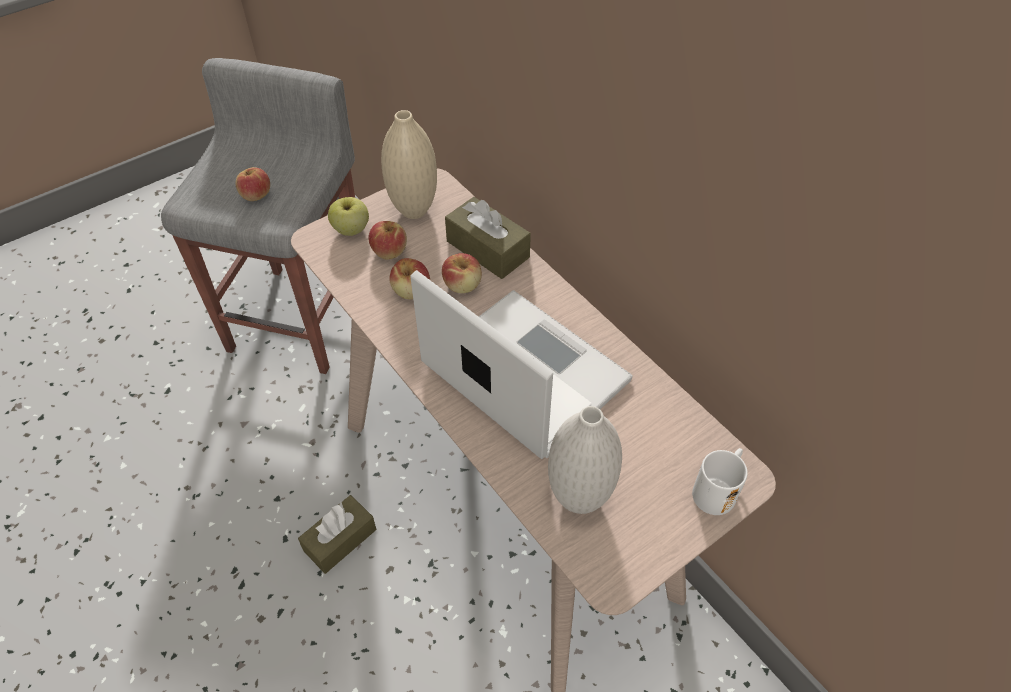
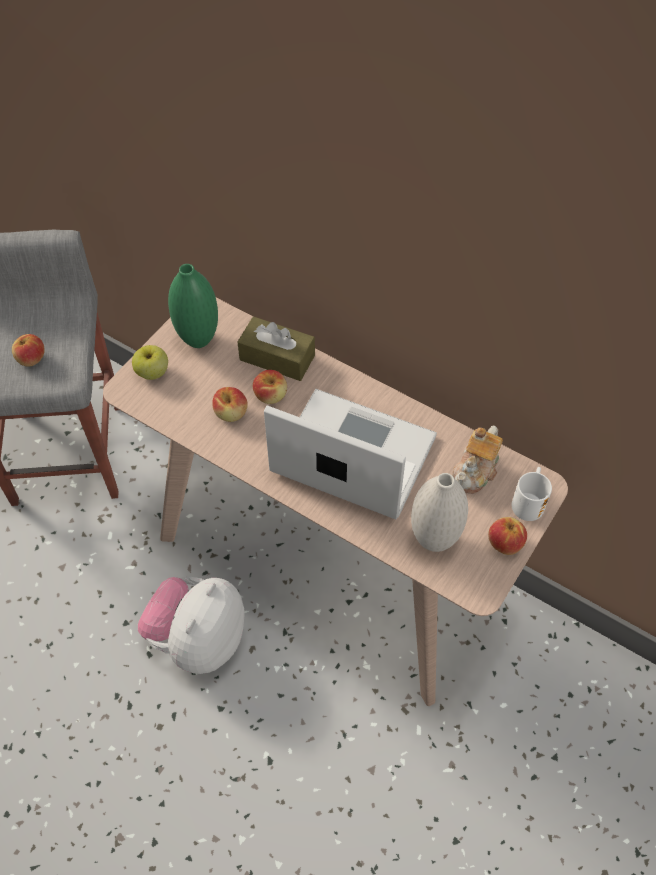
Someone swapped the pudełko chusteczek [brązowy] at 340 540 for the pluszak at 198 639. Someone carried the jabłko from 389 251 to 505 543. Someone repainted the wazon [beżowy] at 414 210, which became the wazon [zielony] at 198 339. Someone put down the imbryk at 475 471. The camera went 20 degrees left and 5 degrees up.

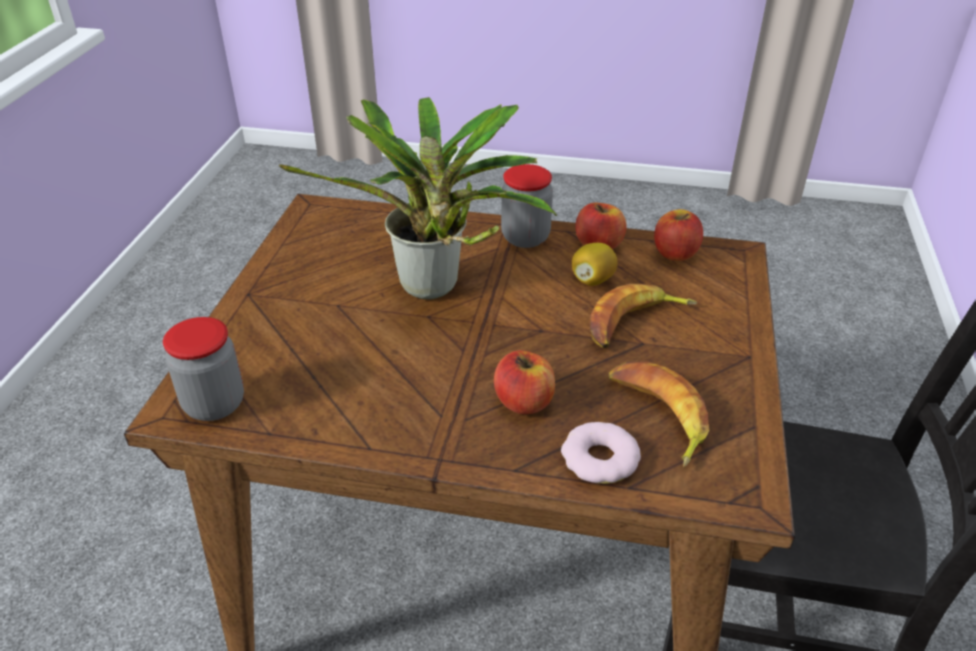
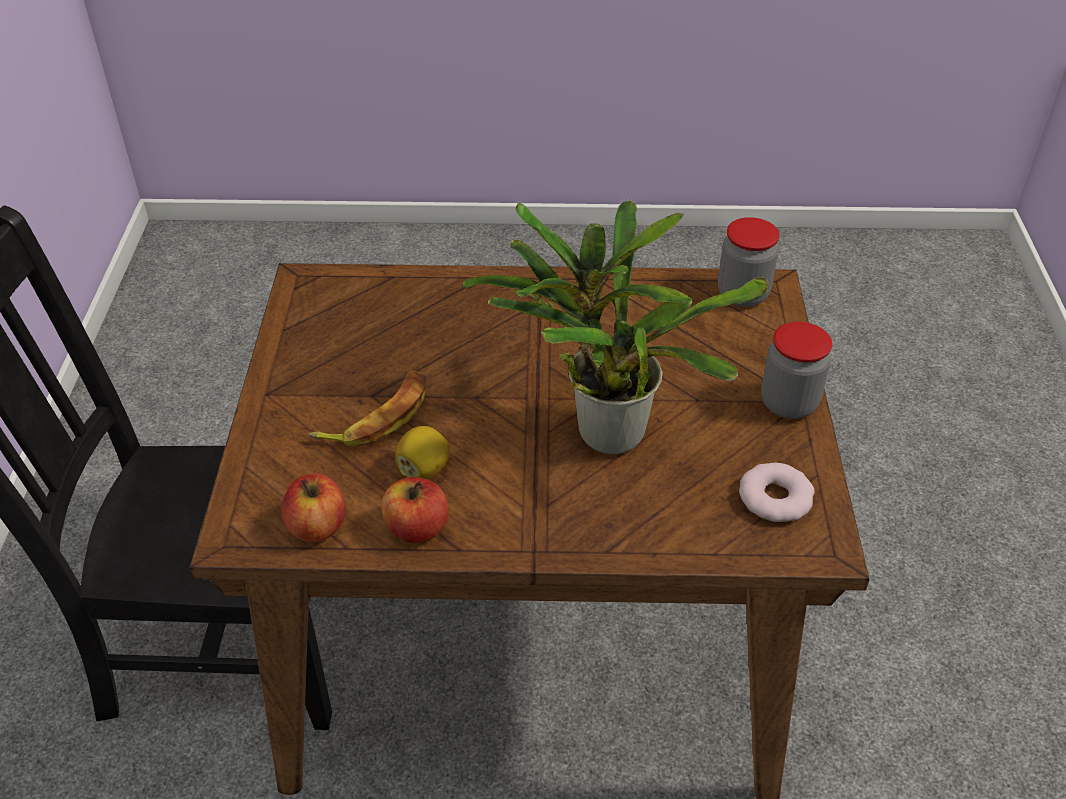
Someone took away the jabłko at 524 402. Someone carried the słoik from 525 237 to 788 403. Someone carried the donut from 600 459 to 775 498. Someone took away the banan at 657 416. The camera went 170 degrees right and 5 degrees up.

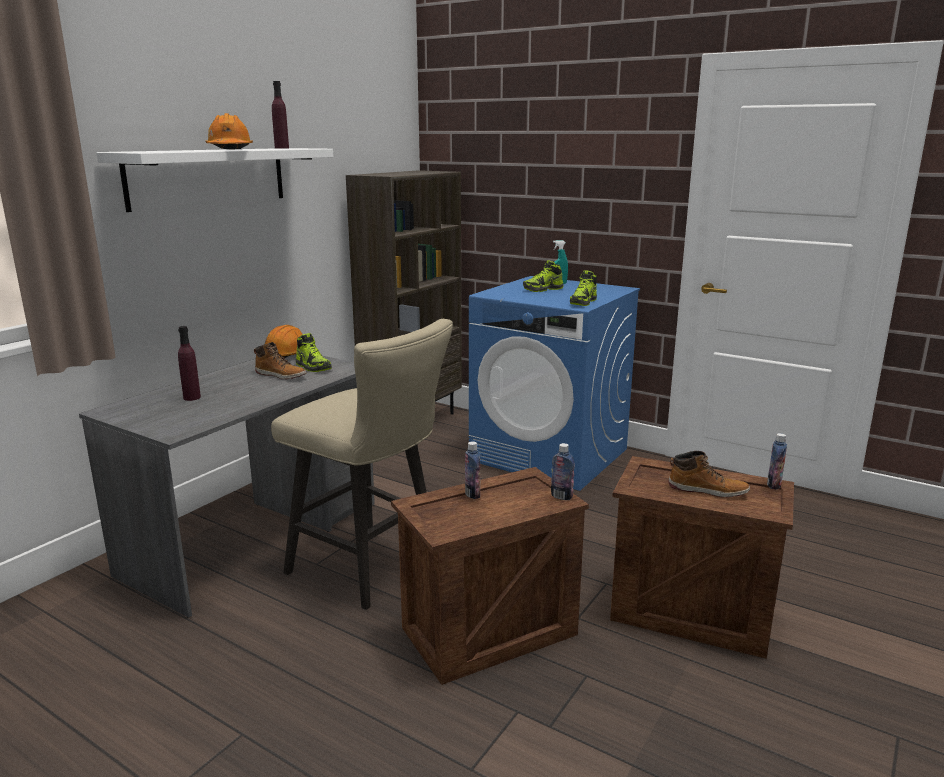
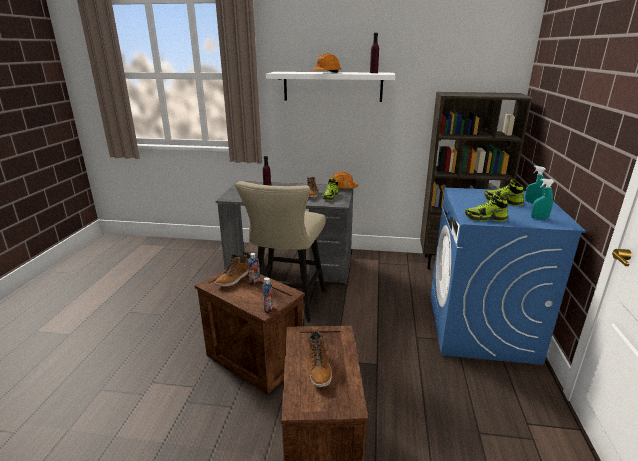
Someone took away the butelka at 773 485. Someone put down the but z cholewką at 233 279. Someone put down the spryskiwacz [turkusowy] at 539 218. The camera went 65 degrees right and 5 degrees up.

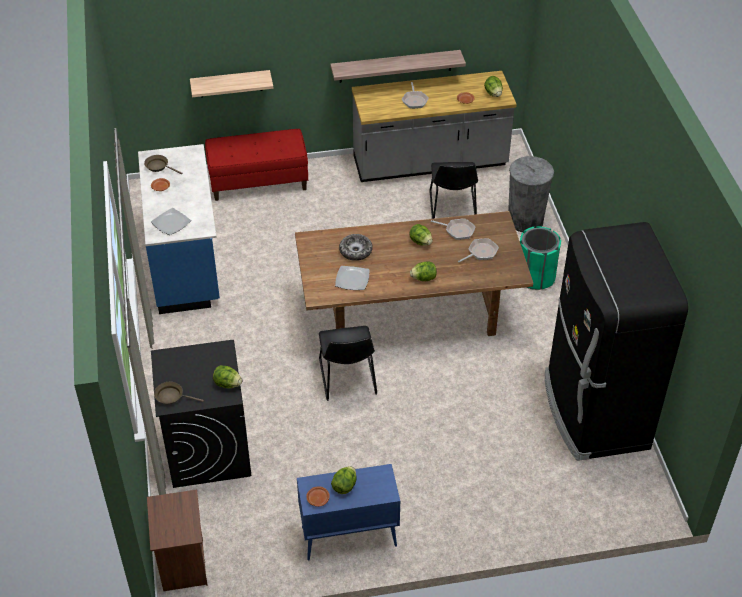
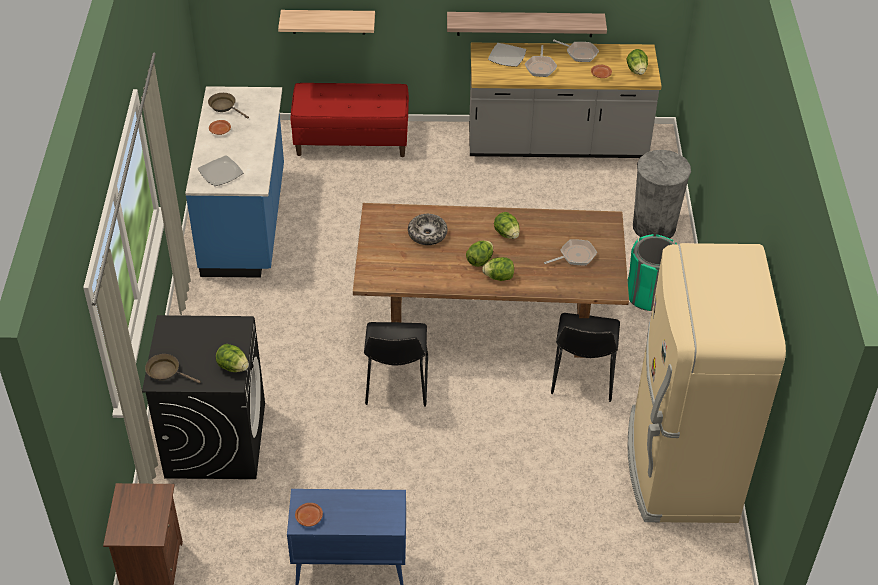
Someone carried the sałata from 344 486 to 480 261. Someone carried the talerz from 352 279 to 507 57. Someone carried the krzesło [czarny] from 452 209 to 583 376. Someone carried the patelnia from 458 230 to 580 53. Someone repainted the lodówka [czarny] at 594 412, which became the lodówka [beżowy] at 680 467. The camera went 10 degrees right and 0 degrees up.

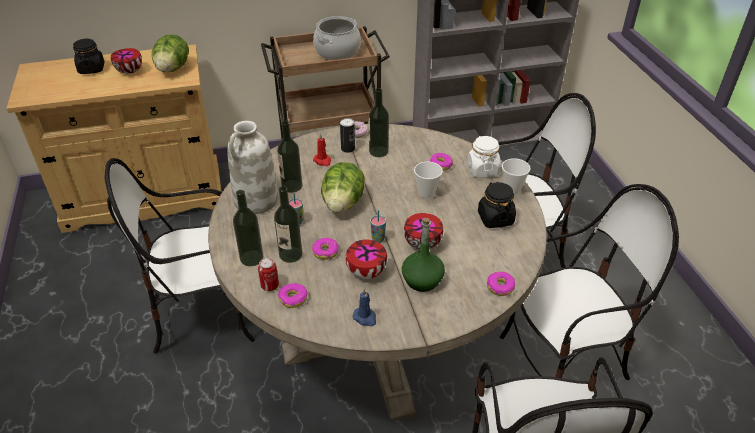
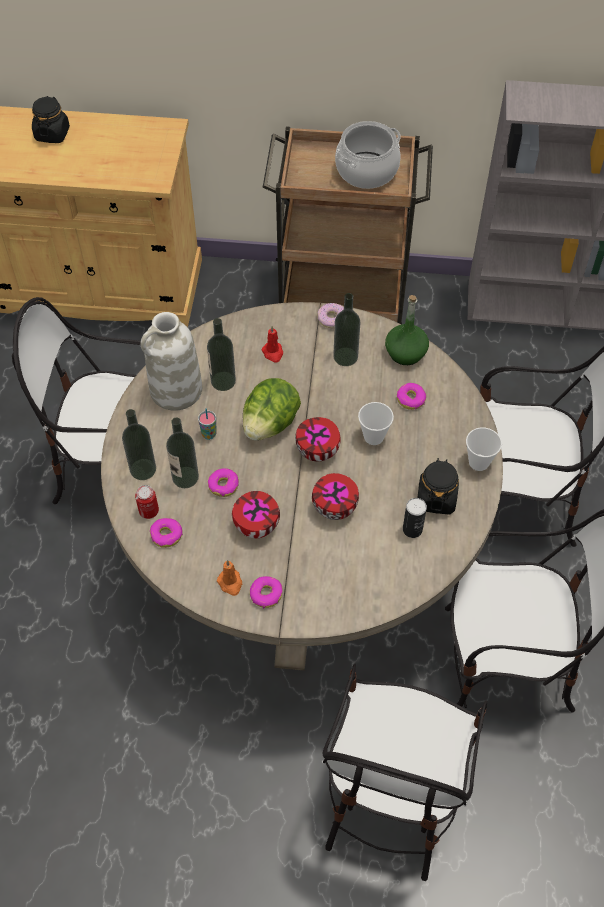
Someone carried the miska from 130 71 to 318 451. Someone took away the sałata at 173 69. Someone carried the puszka from 348 148 to 412 529. Someone repainted the świeca [niebieski] at 365 318, which became the świeca [pomarańczowy] at 230 583. Someone took away the filiżanka at 378 239. Someone carried the butelka [zielony] from 422 280 to 405 353. Someone took away the słoik [biały] at 482 170. Someone carried the donut from 500 287 to 266 594. The camera went 20 degrees right and 15 degrees up.

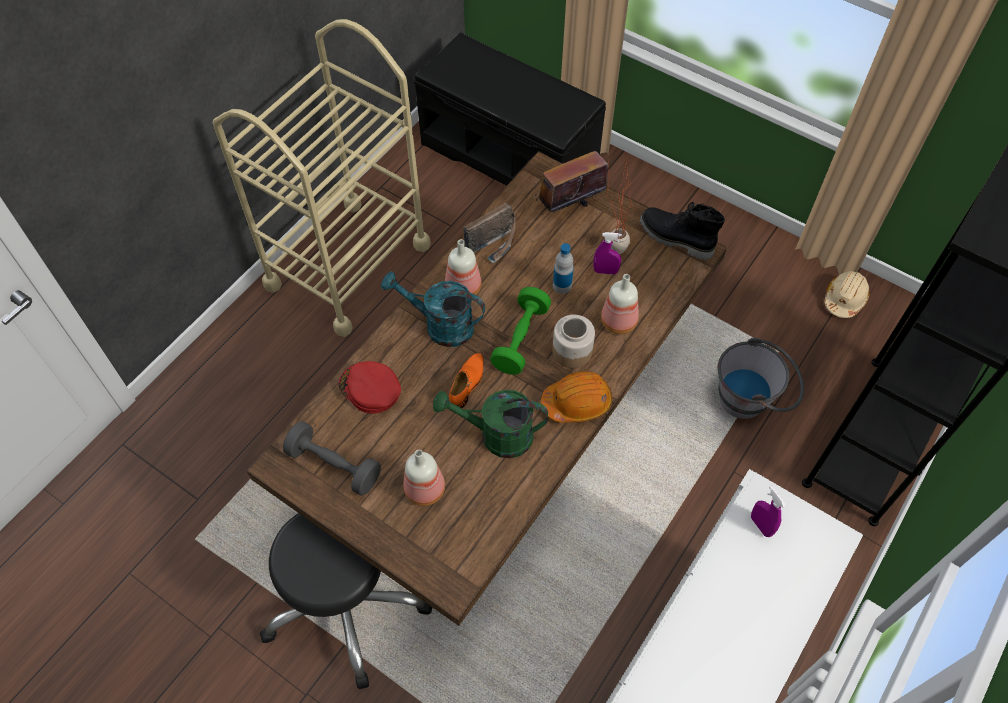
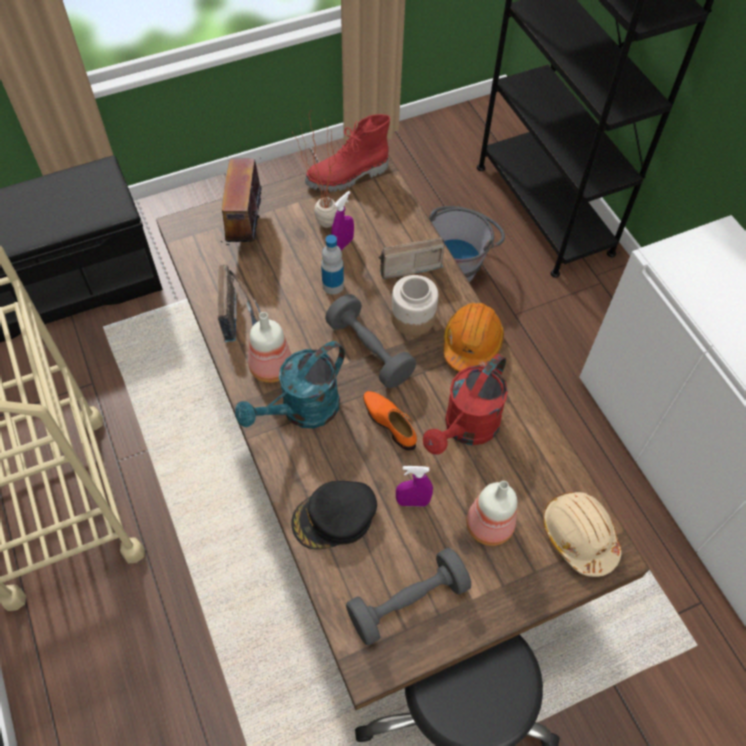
Someone repainted the czapka z daszkiem [czerwony] at 370 389, which became the czapka z daszkiem [czarny] at 334 518. Someone repainted the konewka [zielony] at 496 435, which became the konewka [czerwony] at 466 429. Someone repainted the hantel [zielony] at 520 339, which became the hantel [szary] at 369 351. Someone swapped the butelka at 620 321 for the radio at 406 264. Someone repainted the but z cholewką [czarny] at 675 239, which became the but z cholewką [czerwony] at 348 177. Someone carried the spryskiwacz [fioletowy] from 761 525 to 412 502. Someone carried the kask [beżowy] from 844 299 to 579 536. The camera went 60 degrees left and 0 degrees up.

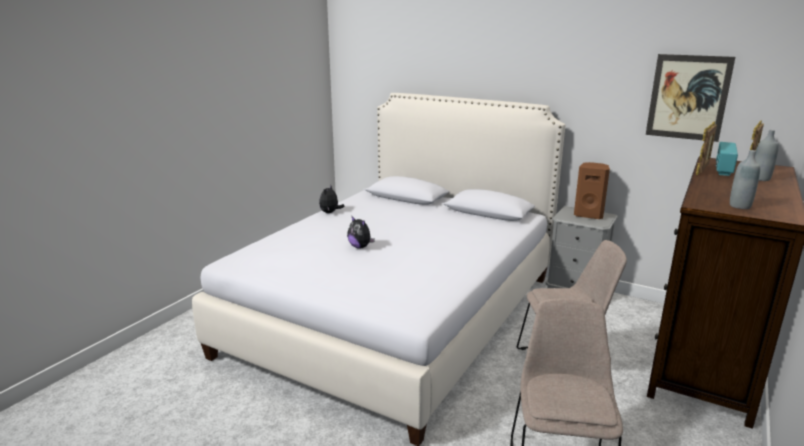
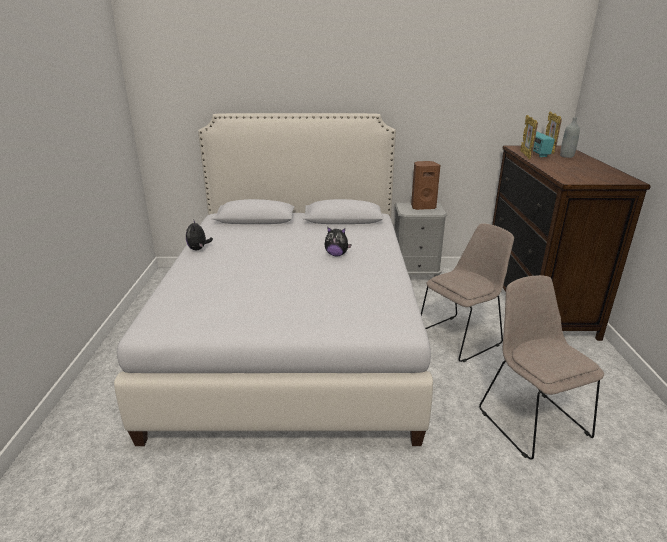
Someone carried the pluszak from 360 247 to 336 255. Someone took away the obraz at 688 97. Someone took away the butelka [szary] at 740 206. The camera went 30 degrees left and 5 degrees up.

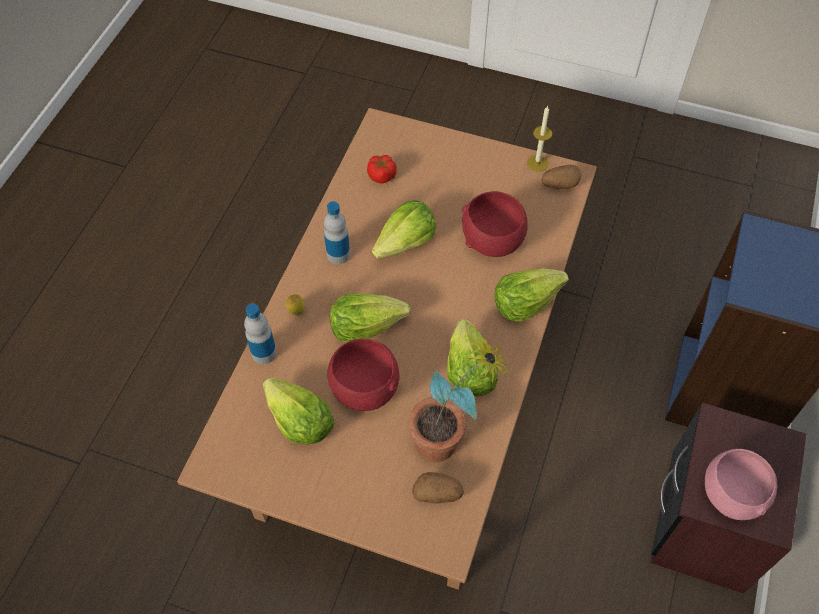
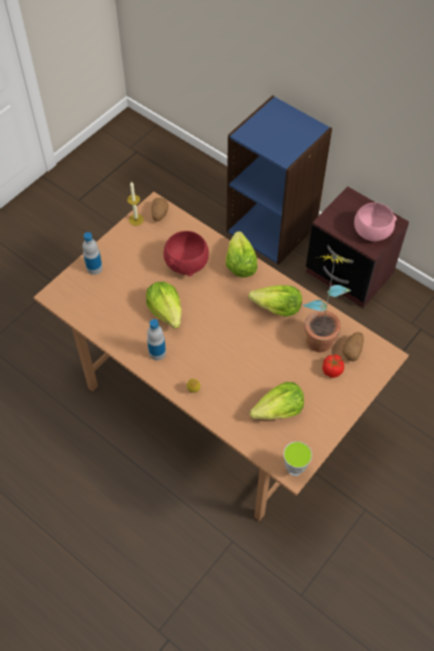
Someone carried the butelka from 264 353 to 94 268. Someone took away the miska [czerwony] at 363 388. Someone took away the sałata at 366 325. Someone carried the pomidor from 382 176 to 332 370. Someone put down the filiżanka at 294 469. The camera went 70 degrees left and 0 degrees up.

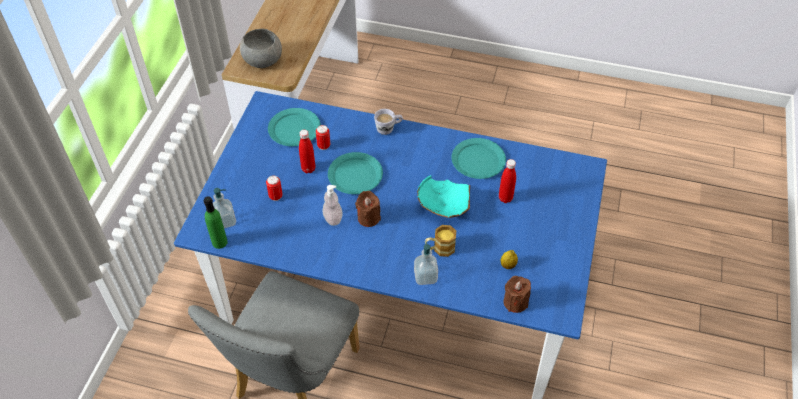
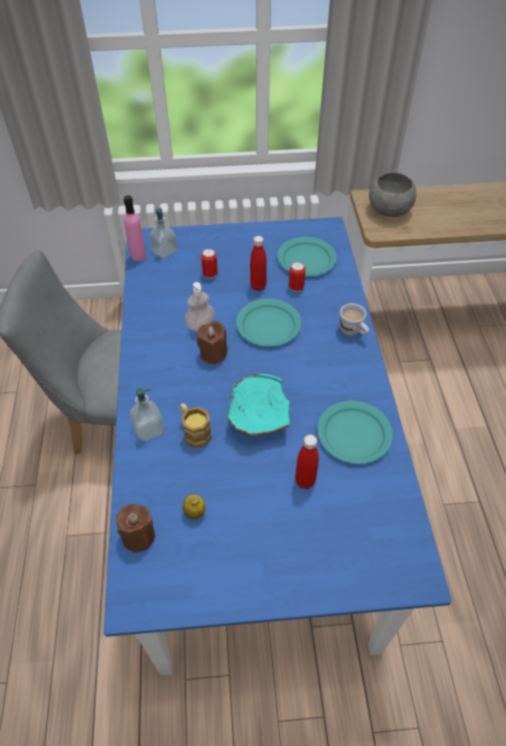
Someone repainted the butelka [zielony] at 219 242, which became the butelka [różowy] at 138 256. The camera went 70 degrees right and 0 degrees up.

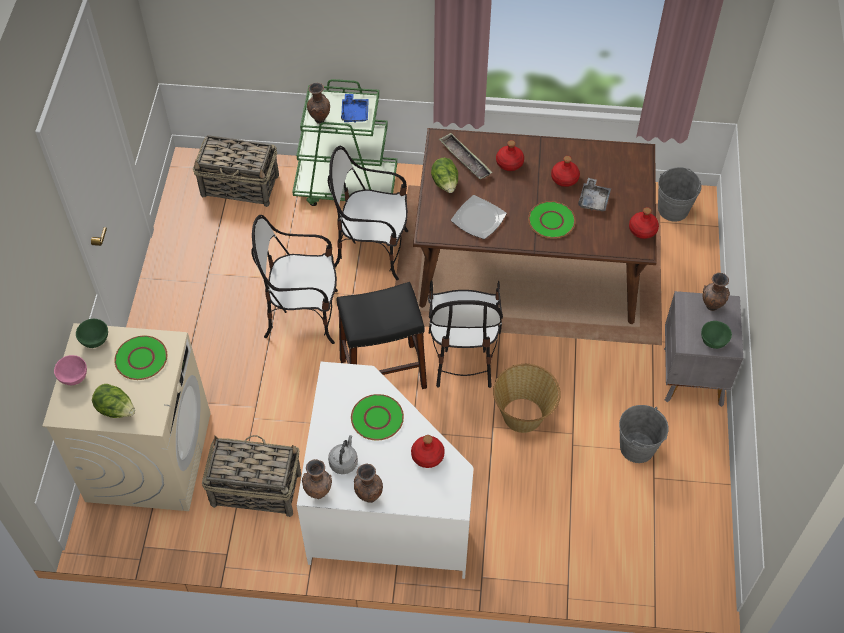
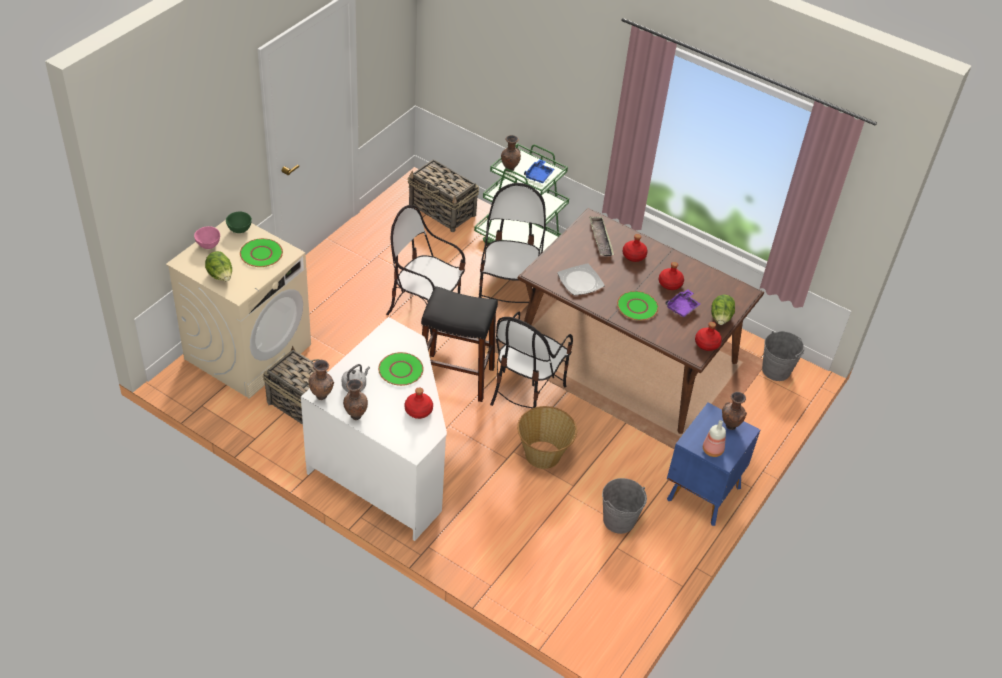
Someone rotated the krzesło at 372 251 by 60 degrees clockwise. Someone carried the sałata from 445 184 to 720 318. Someone repainted the taca [szary] at 593 200, which became the taca [fioletowy] at 682 307. Someone repainted the szafka nocna [szary] at 691 377, which became the szafka nocna [niebieski] at 702 493. Someone swapped the miska [zielony] at 713 341 for the butelka at 713 450. The camera went 25 degrees right and 10 degrees down.

